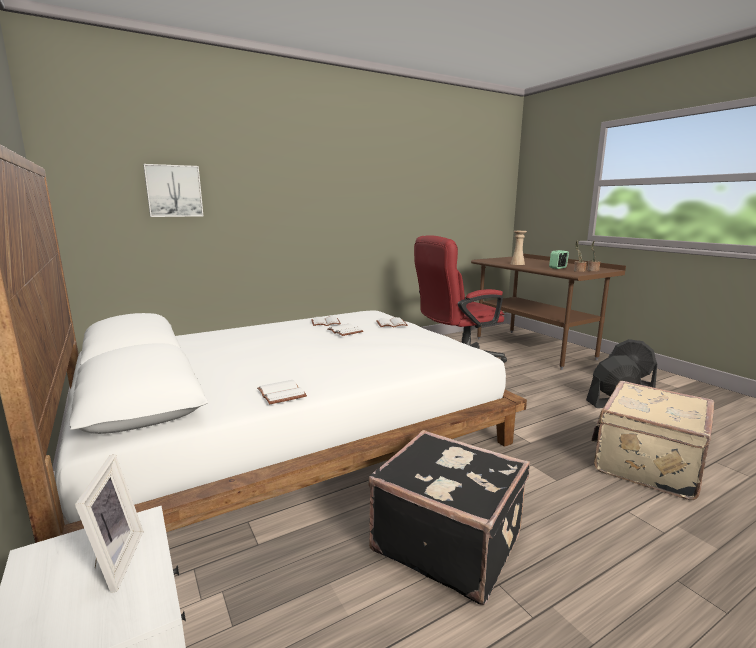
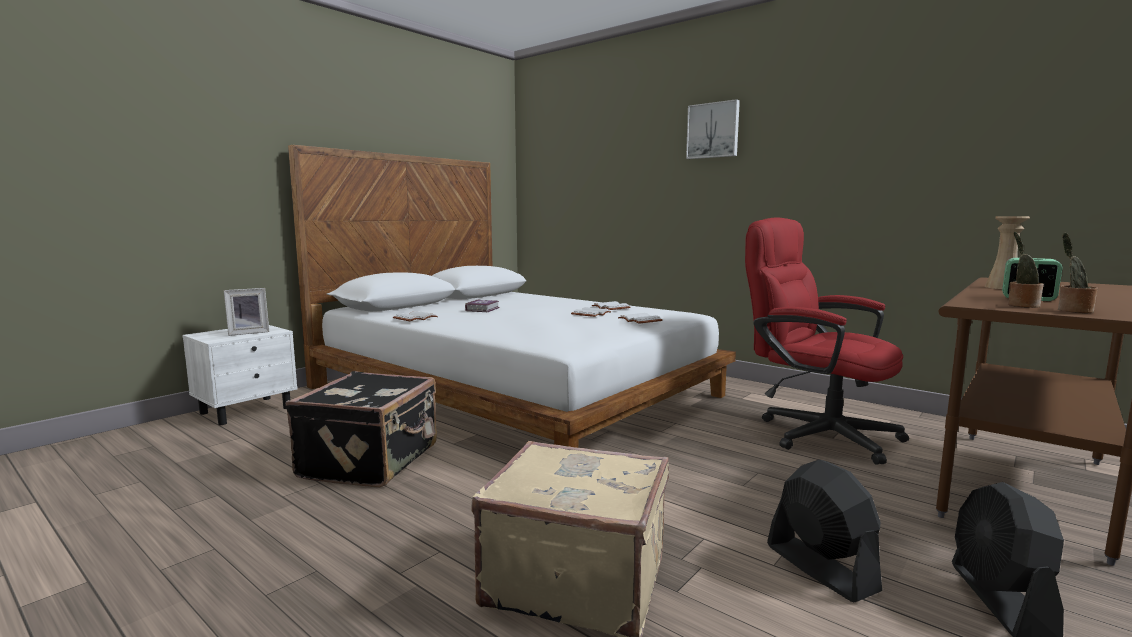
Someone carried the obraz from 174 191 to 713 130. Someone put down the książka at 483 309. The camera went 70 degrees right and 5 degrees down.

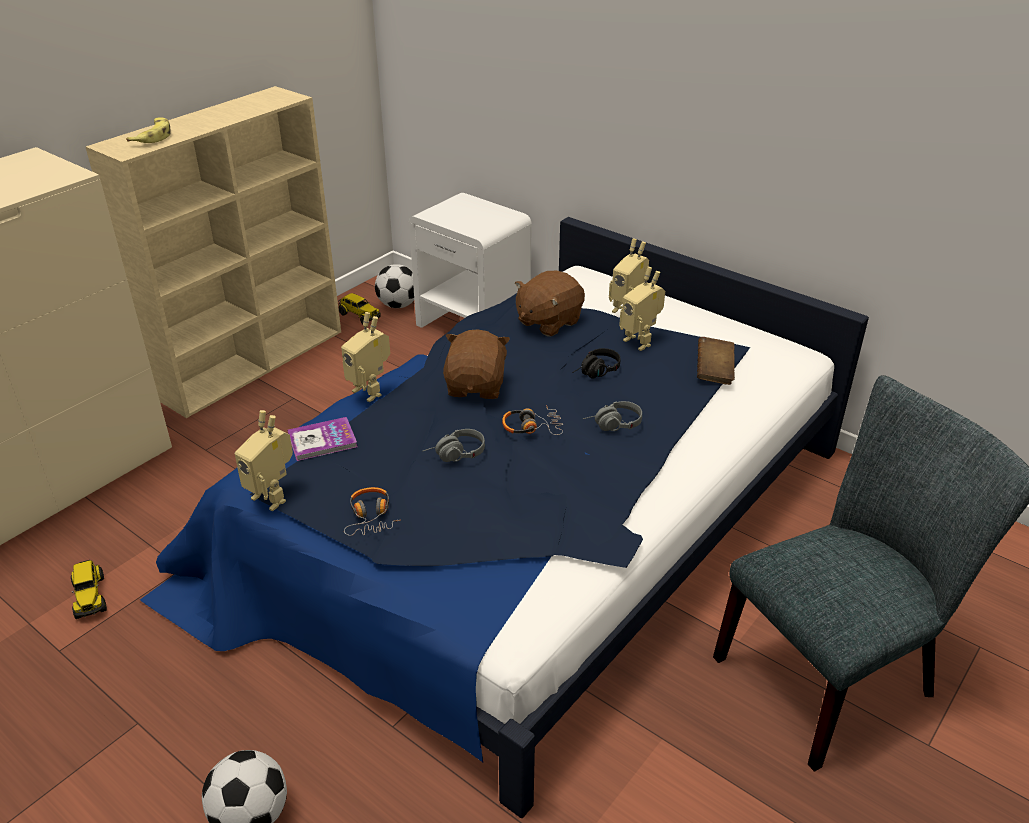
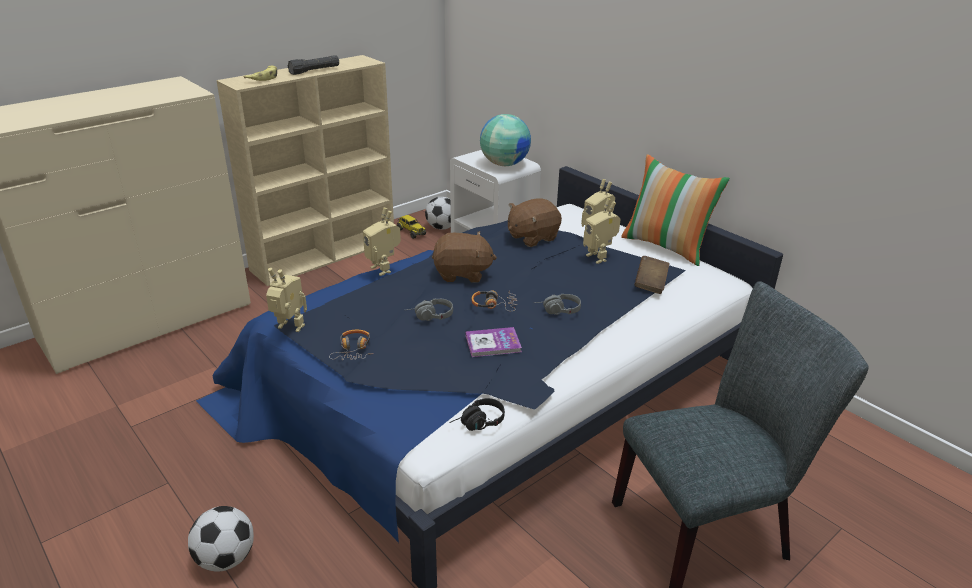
Someone took away the ciężarówka zabawkowa at 90 596. Someone rotated the robot zabawkowy at 273 496 by 150 degrees clockwise. Someone carried the książka from 322 440 to 493 343. Someone rotated the pluszak [brązowy] at 476 386 by 75 degrees clockwise. Someone carried the słuchawki [czarny] from 596 372 to 477 424. Someone put down the latarka [czarny] at 314 71. Someone put down the globus at 504 164. Someone put down the poduszka at 666 246. The camera went 10 degrees right and 5 degrees down.

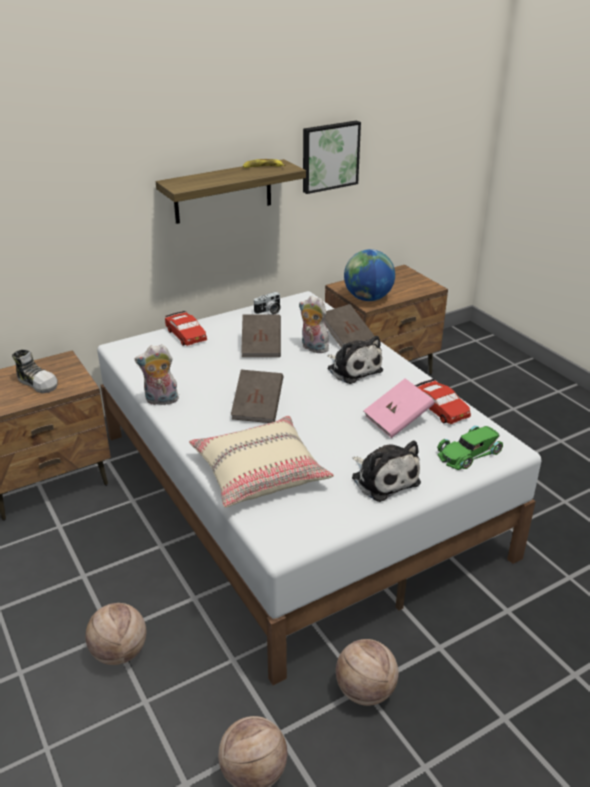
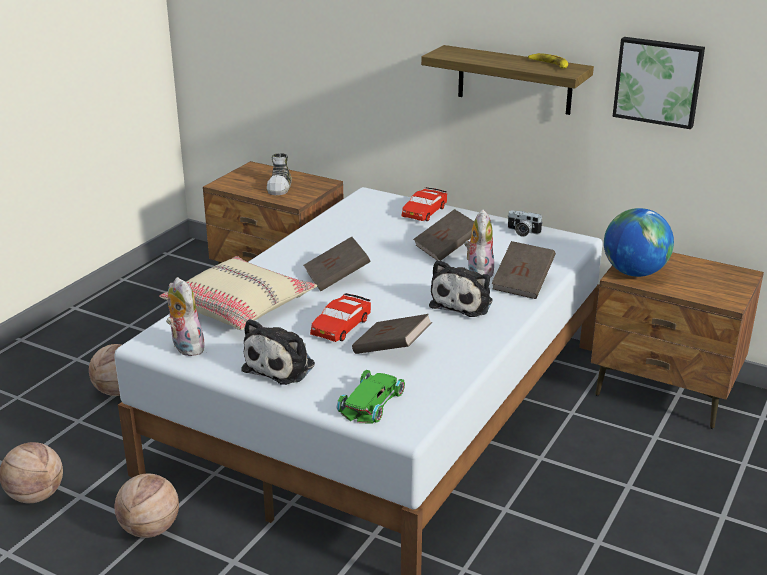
Someone carried the pluszak from 161 401 to 185 347. Someone repainted the książka [różowy] at 397 420, which became the książka [brązowy] at 391 349. Someone carried the samochodzik [czerwony] from 440 408 to 341 326. Someone rotated the samochodzik [zielony] at 467 452 by 90 degrees clockwise. The camera went 60 degrees right and 5 degrees down.

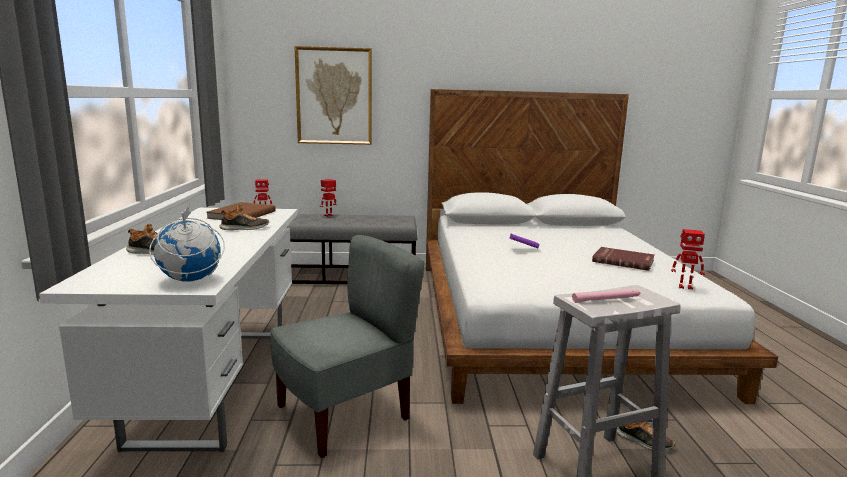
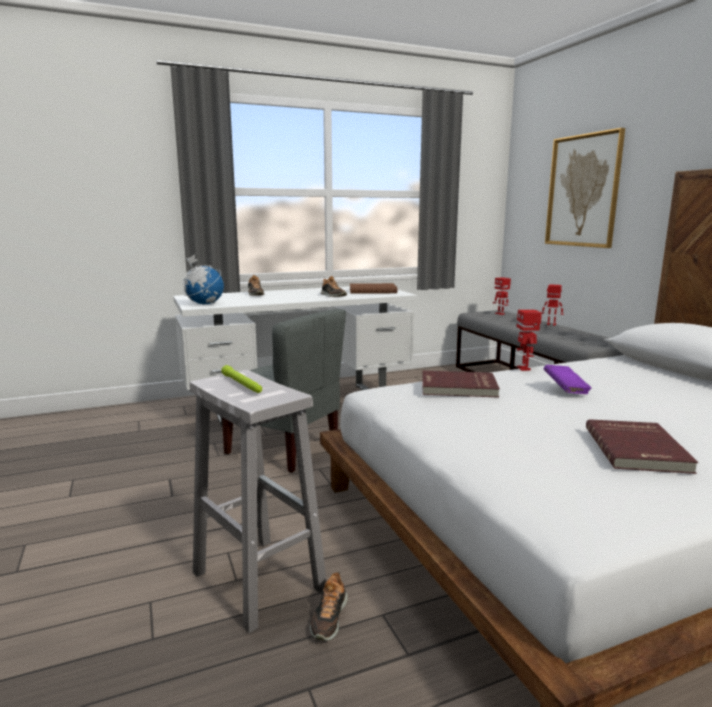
Someone repainted the latarka [różowy] at 607 299, which became the latarka [zielony] at 242 384. Someone carried the robot zabawkowy from 685 287 to 524 369. Someone put down the książka [czerwony] at 458 387. The camera went 70 degrees right and 0 degrees up.

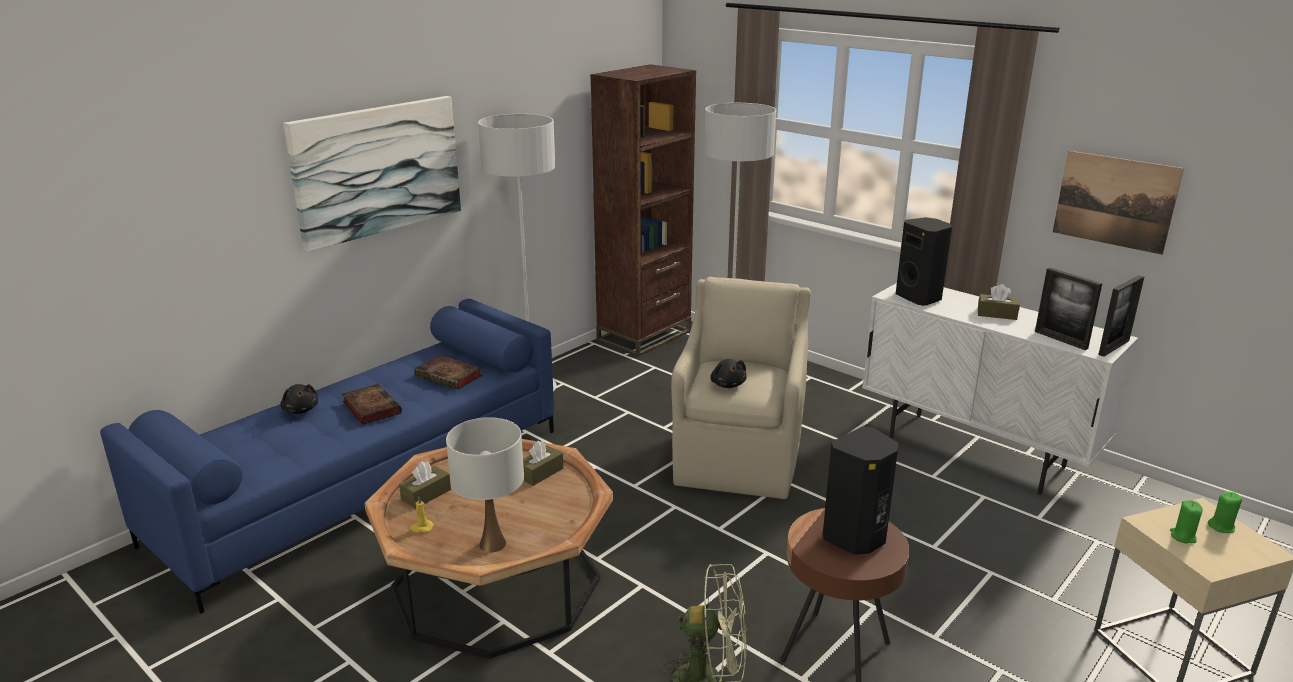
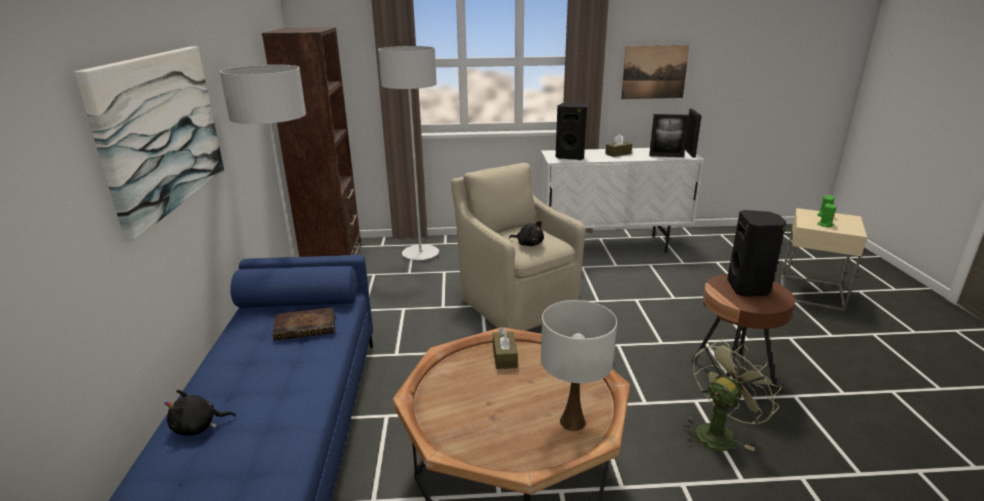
Someone rotated the pluszak [czarny] at 301 410 by 150 degrees clockwise. Someone took away the książka at 370 407. Someone took away the pudełko chusteczek [brązowy] at 426 495. Someone took away the świeca [żółty] at 421 528. The camera went 45 degrees left and 0 degrees up.

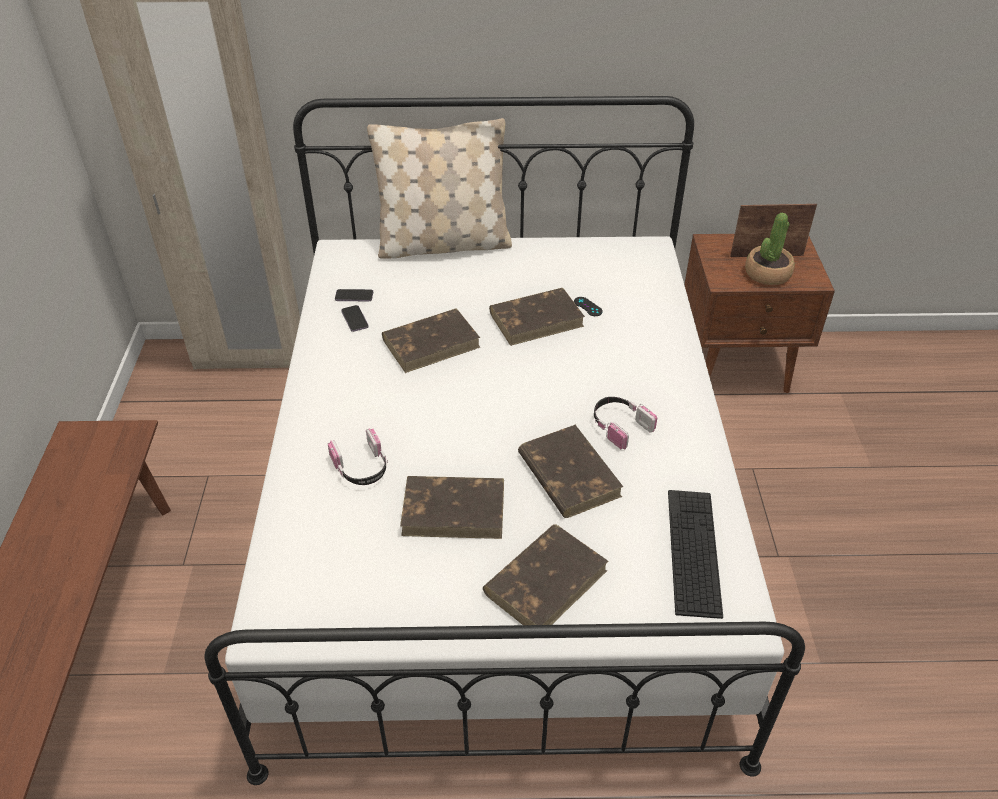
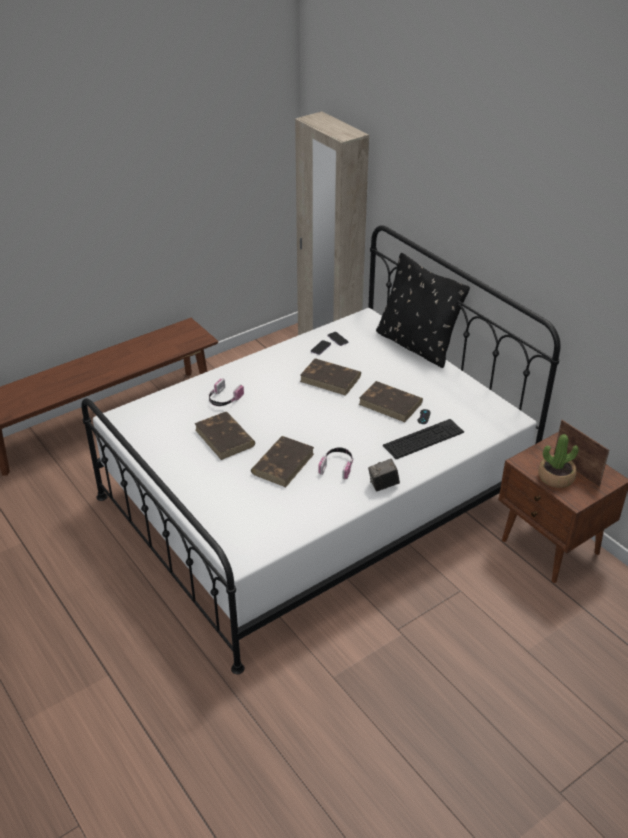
Someone repainted the poduszka [beżowy] at 443 244, which became the poduszka [czarny] at 416 345. Someone took away the książka [brązowy] at 546 581. Someone carried the klawiatura from 693 551 to 423 439. Someone put down the aparat fotograficzny at 383 485. The camera went 55 degrees right and 5 degrees down.

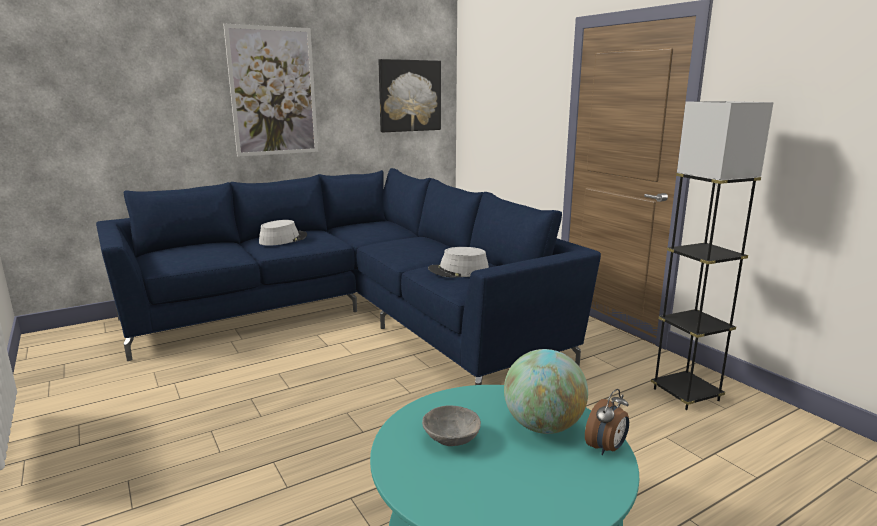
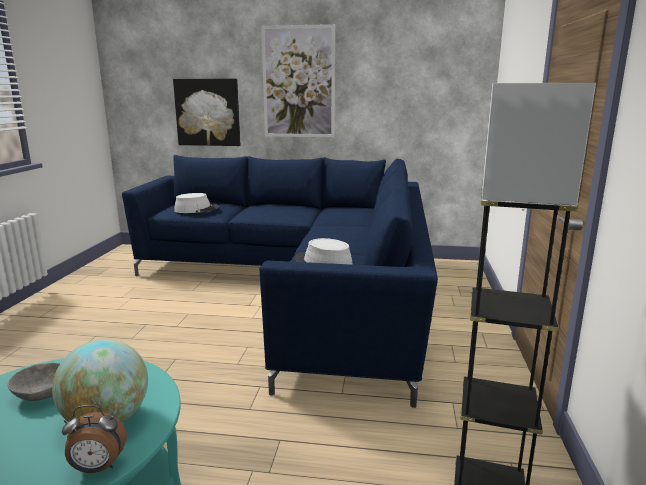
Someone carried the kapelusz [szary] from 283 239 to 197 209. Someone carried the obraz from 409 96 to 208 112. The camera went 40 degrees right and 0 degrees up.

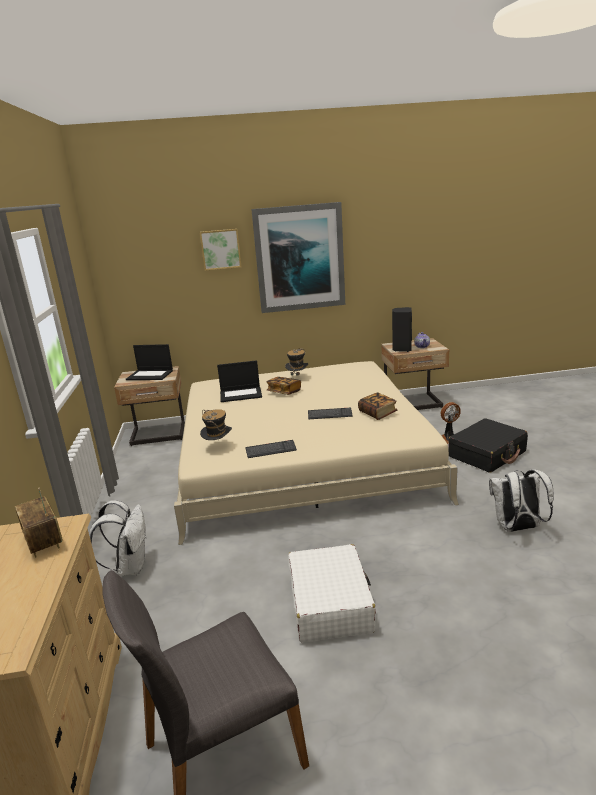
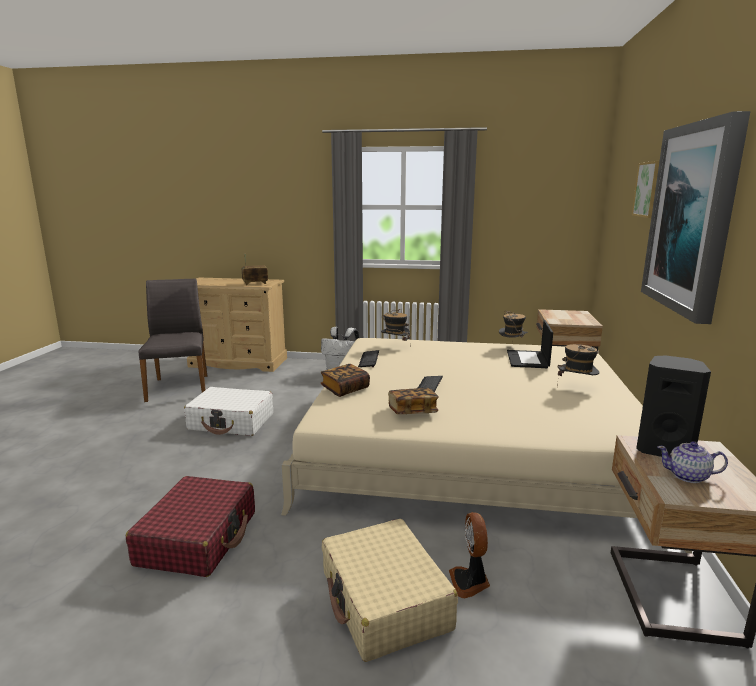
Someone took away the laptop at 150 375. Someone carried the książka from 284 392 to 345 389. Someone repainted the walizka [czarny] at 487 454, which became the walizka [beżowy] at 384 601. Someone swapped the plecak [biały] at 517 528 for the walizka [czerwony] at 198 538. Someone put down the kapelusz at 512 347. The camera went 105 degrees right and 5 degrees down.

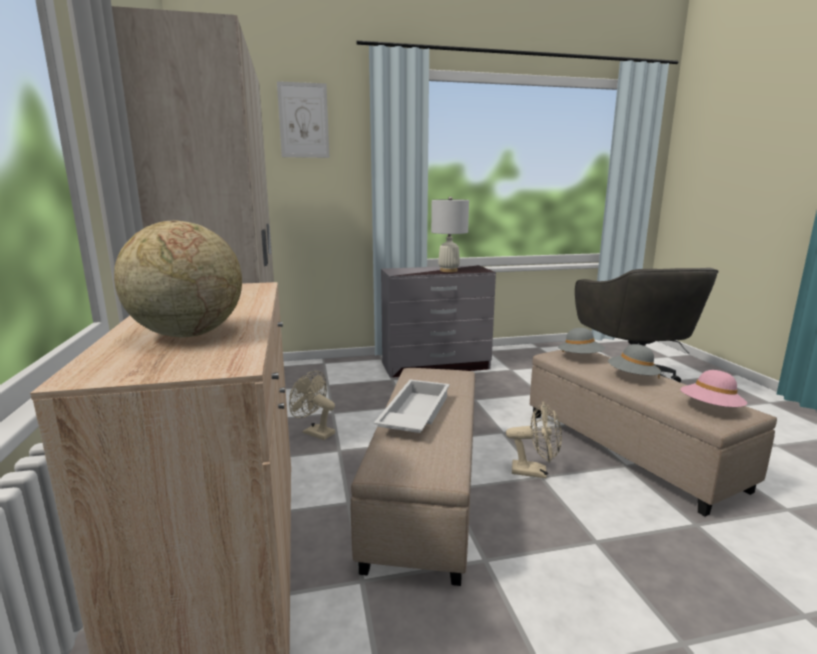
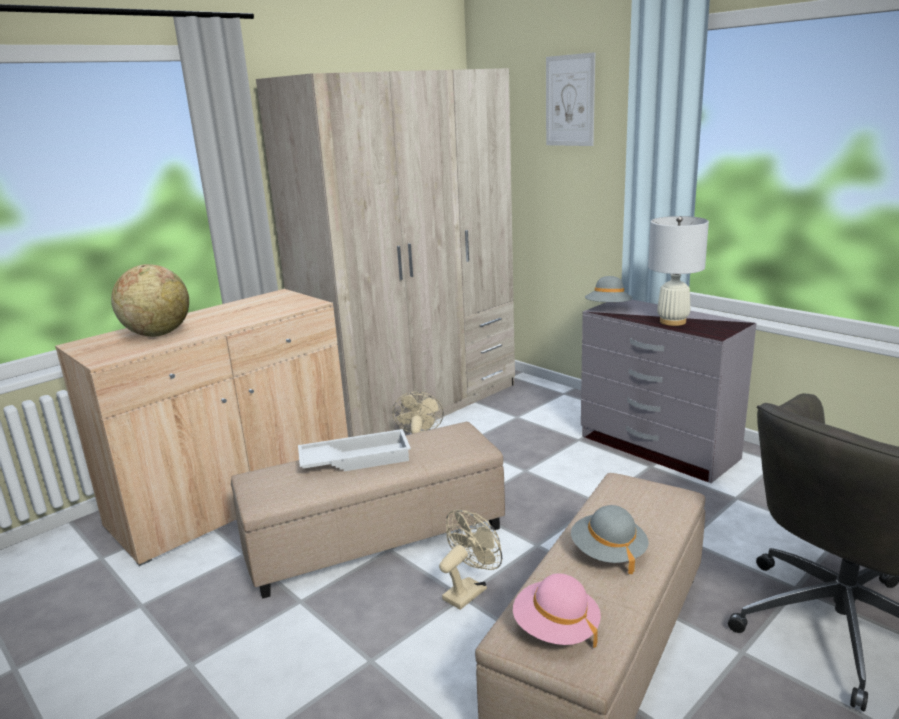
Someone rotated the wentylator [beżowy] at 535 472 by 120 degrees counterclockwise. Someone carried the kapelusz [szary] from 580 358 to 608 309. The camera went 60 degrees right and 5 degrees up.

